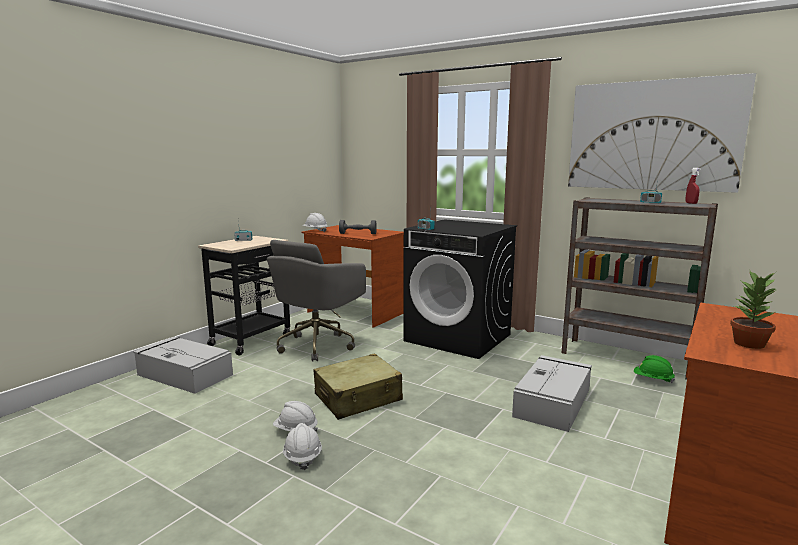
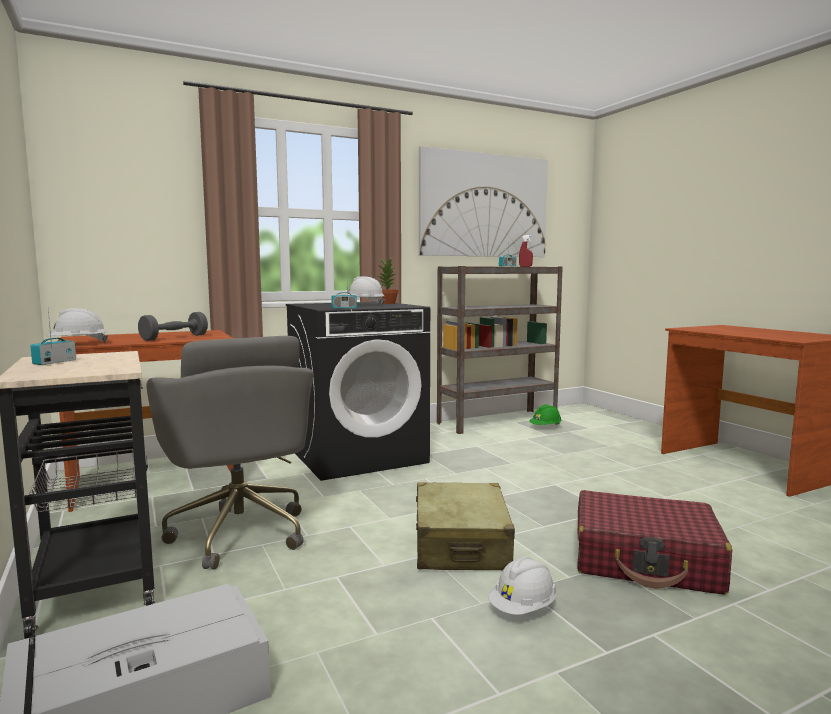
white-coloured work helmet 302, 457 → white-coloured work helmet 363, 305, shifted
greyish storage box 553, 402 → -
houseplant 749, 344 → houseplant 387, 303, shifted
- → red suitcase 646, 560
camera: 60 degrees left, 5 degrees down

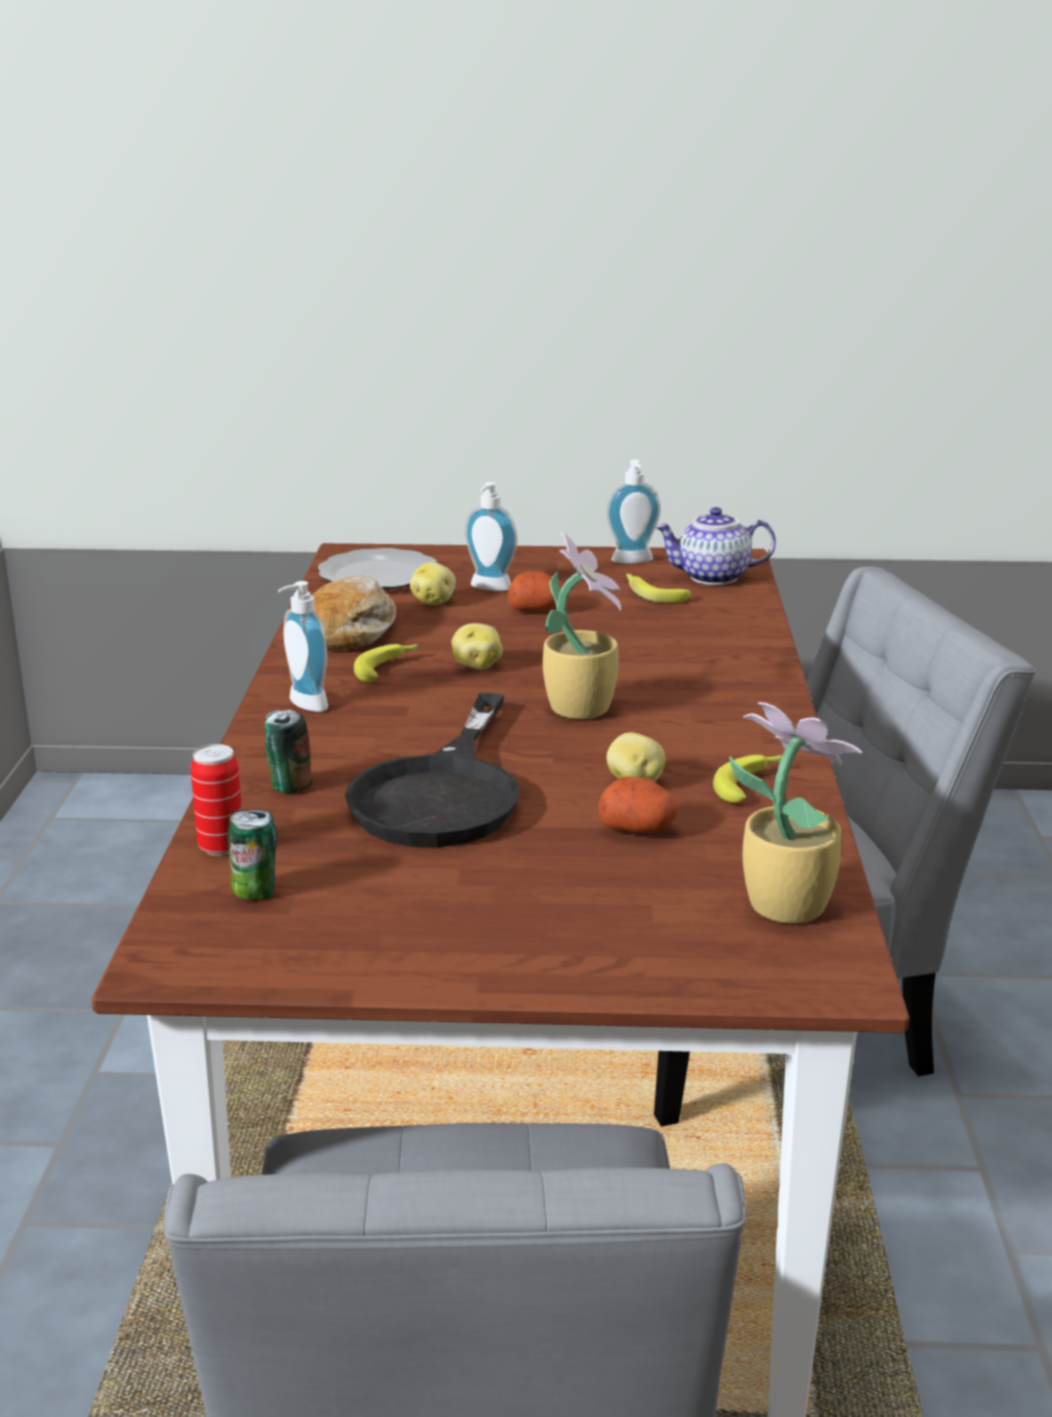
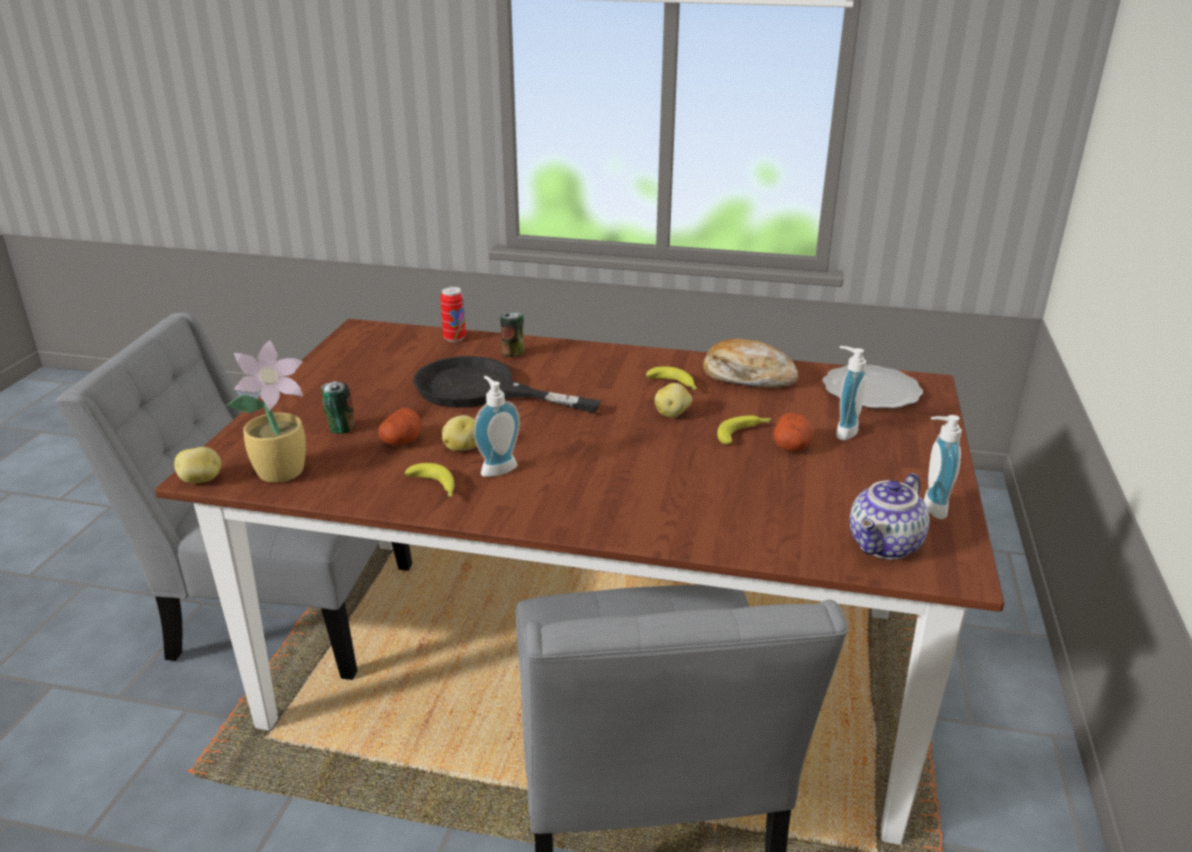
metal can 255, 892 → metal can 340, 429, shifted
soap bottle 303, 705 → soap bottle 496, 468, shifted
whole potato 434, 601 → whole potato 201, 480, shifted
houseplant 581, 707 → -
banana 652, 594 → banana 744, 434, shifted
pot for tea 712, 577 → pot for tea 886, 546, 150 degrees counterclockwise
camera: 100 degrees right, 5 degrees up

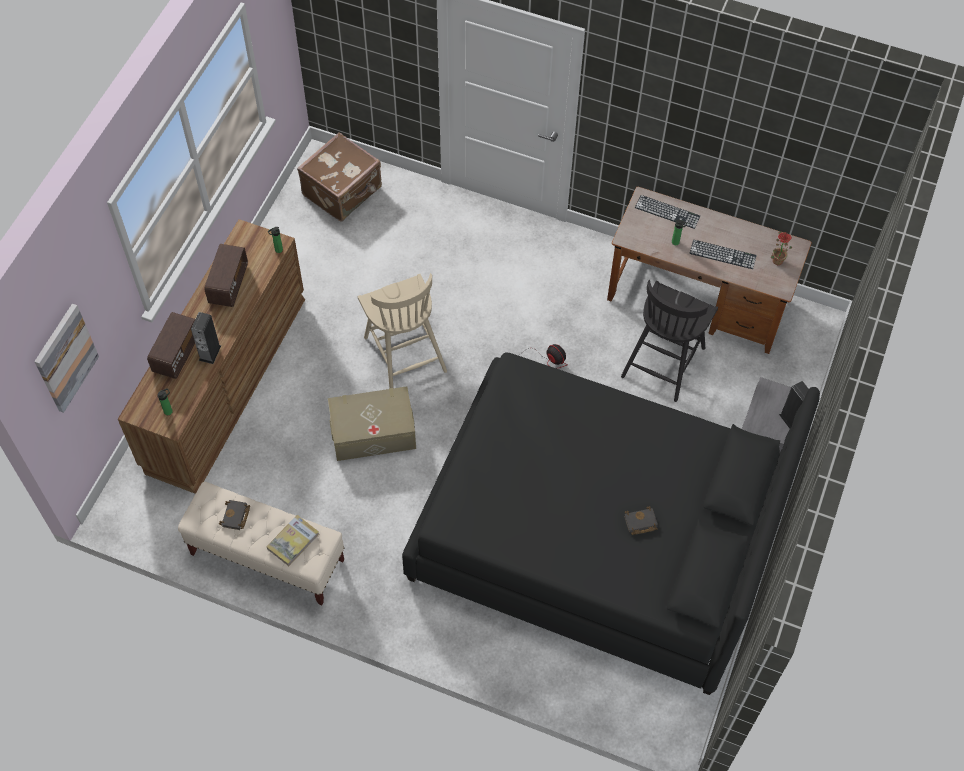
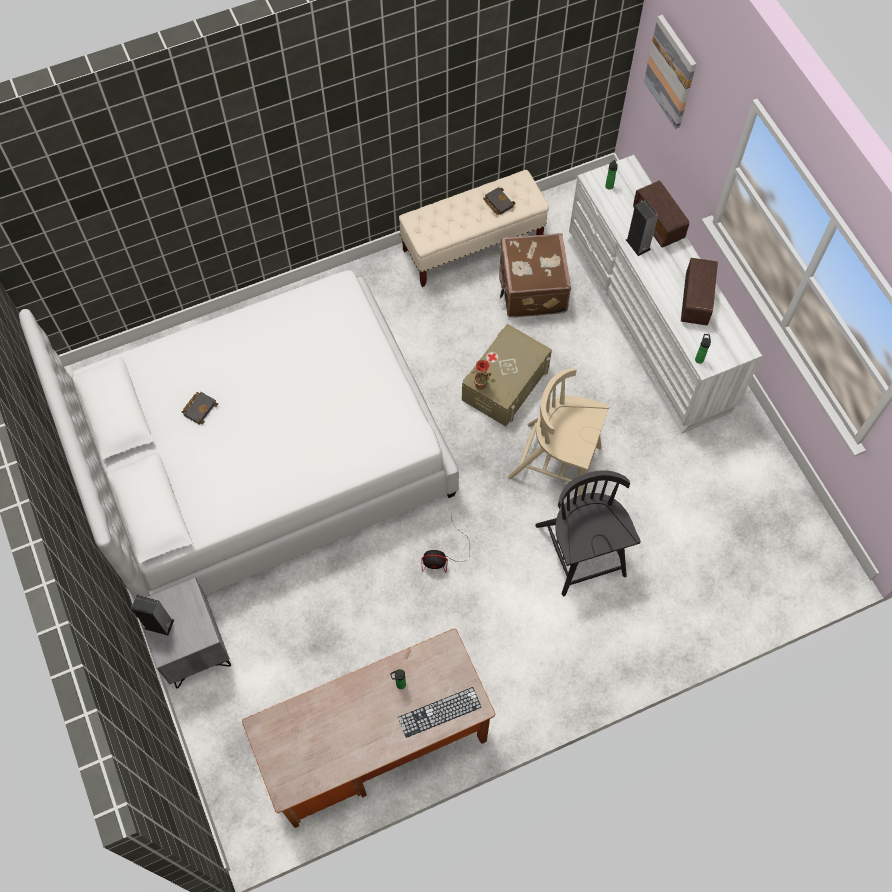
brown drawer chest 225, 383 → white-coloured drawer chest 649, 322
radio set 228, 284 → radio set 695, 301, 135 degrees counterclockwise
book 293, 541 → -
brown suitcase 343, 192 → brown suitcase 531, 289, shifted
blackish sleeping bed 596, 535 → white-coloured sleeping bed 265, 456
blackish chair 664, 360 → blackish chair 581, 552, shifted
computer keyboard 722, 254 → -
houseplant 776, 259 → houseplant 483, 385, shifted
camera: 135 degrees right, 5 degrees up

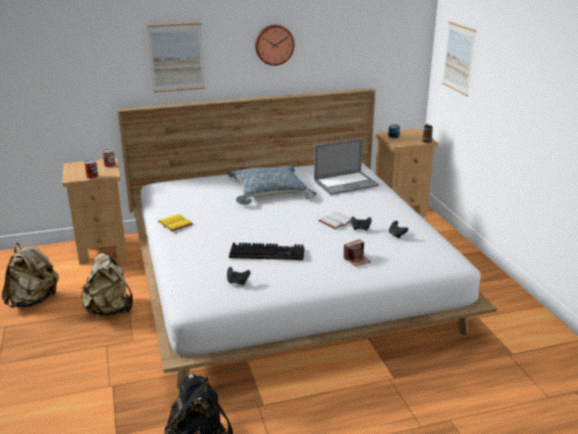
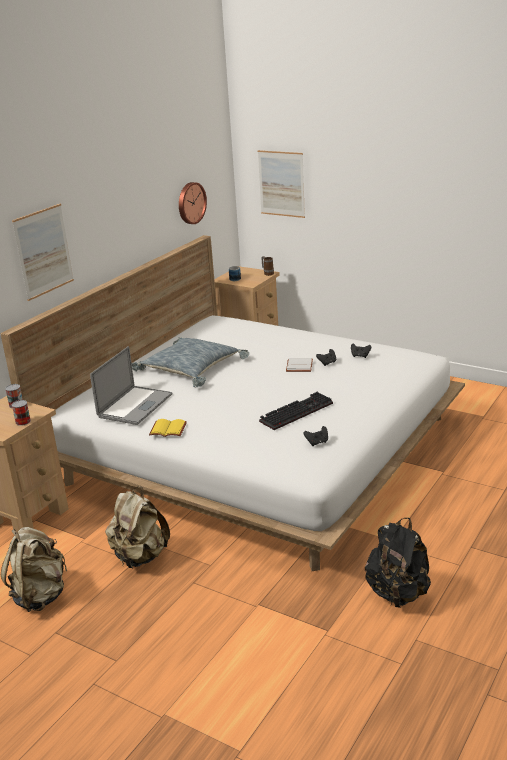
wall clock 274, 44 → wall clock 190, 203, shifted
portable computer 345, 183 → portable computer 135, 405, shifted
still camera 357, 260 → -
camera: 40 degrees left, 0 degrees up

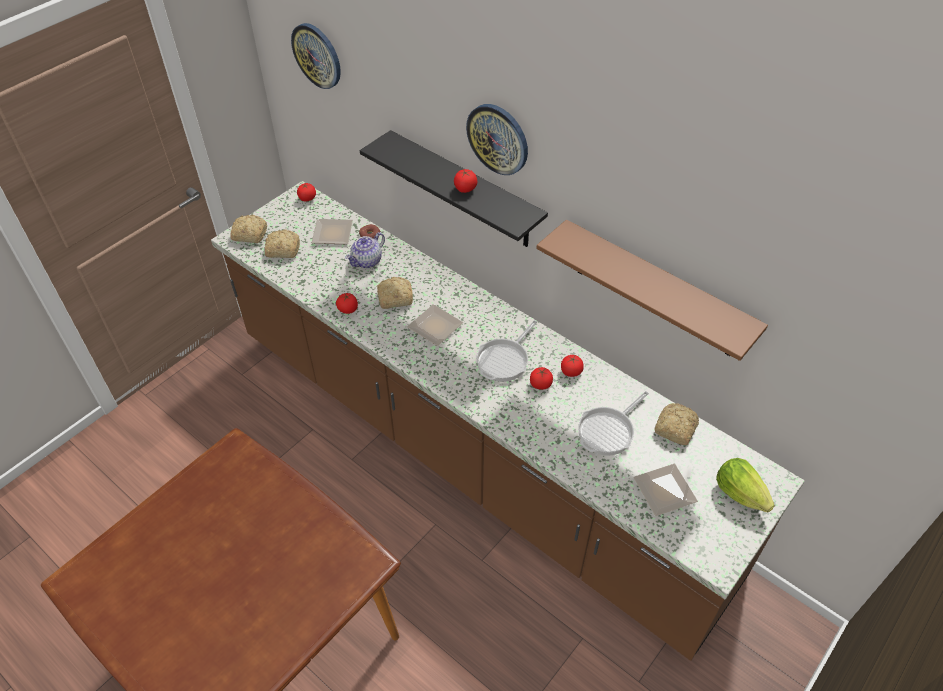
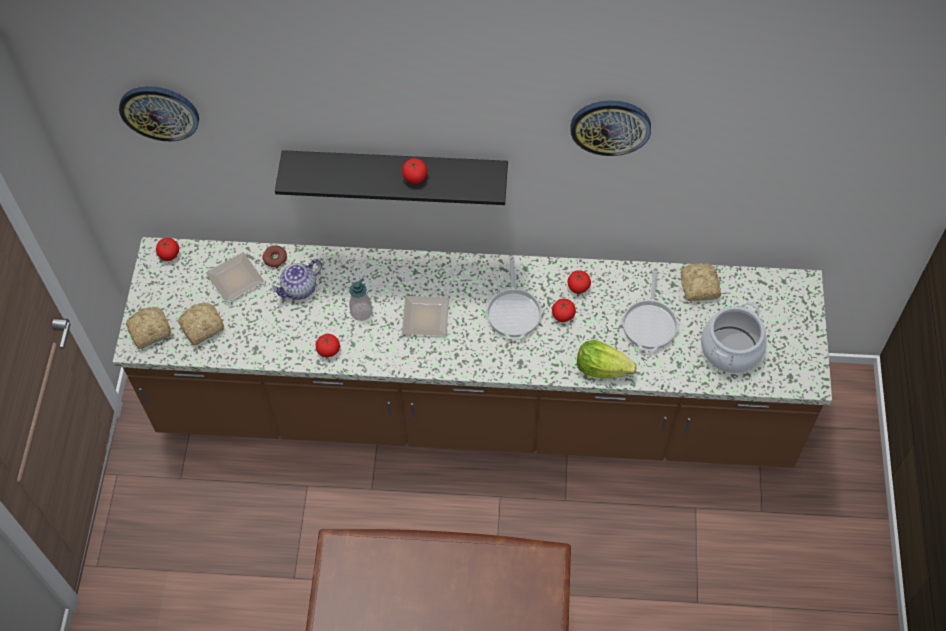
pot for tea 367, 261 → pot for tea 299, 289, 45 degrees clockwise
bread 394, 298 → soap bottle 361, 312
wall clock 498, 139 → wall clock 610, 126, shifted
brown bracket shelf 656, 290 → -
flat dish 663, 493 → saucepot 731, 349
head of lettuce 740, 493 → head of lettuce 601, 368, shifted
camera: 35 degrees left, 10 degrees up

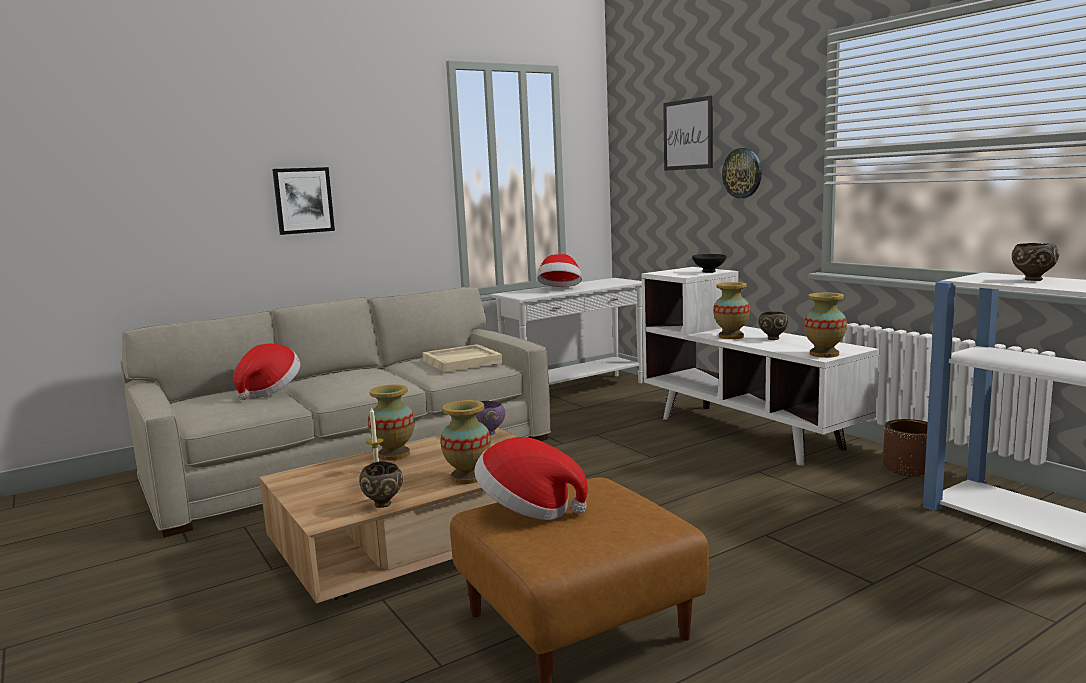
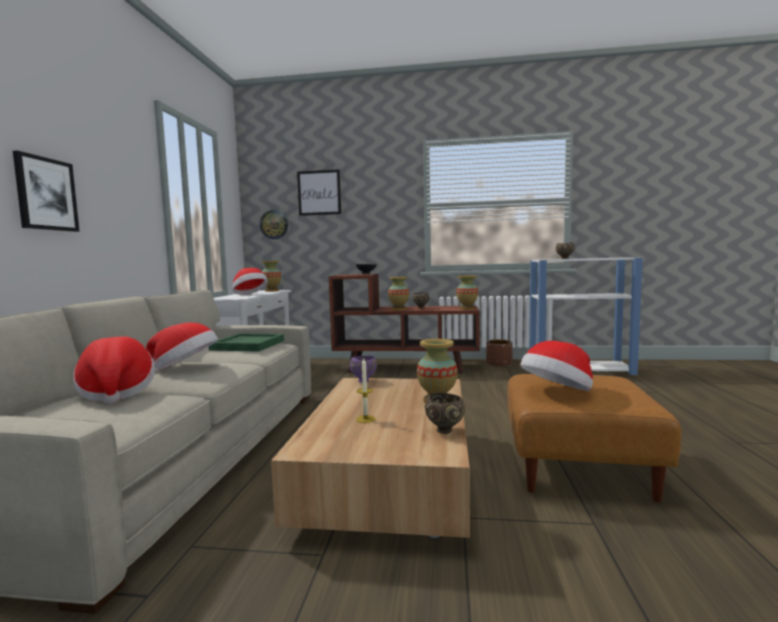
vase 394, 455 → vase 271, 291, shifted
beige-coloured tray 462, 361 → green tray 248, 345
white-coloured media console 750, 433 → brown media console 407, 367
wall clock 742, 173 → wall clock 274, 224, shifted
- → hat 185, 368
camera: 50 degrees left, 5 degrees down

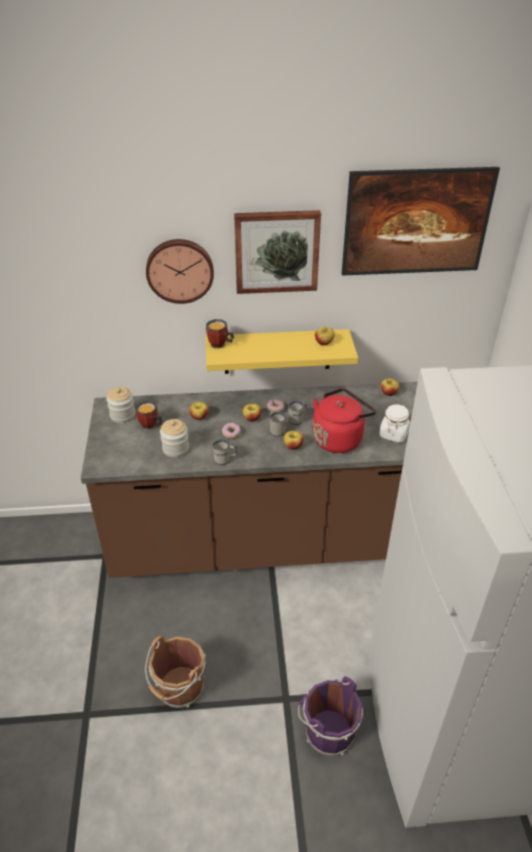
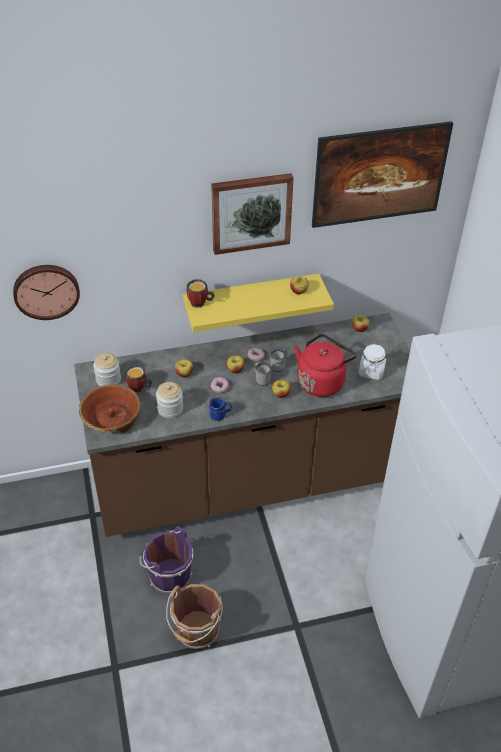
wall clock 180, 270 → wall clock 46, 290, shifted
white-coloured coffee mug 225, 460 → bluish coffee mug 220, 415
purple-coloured bucket 327, 731 → purple-coloured bucket 168, 576, shifted
- → deep dish 111, 418
camera: 10 degrees left, 5 degrees up

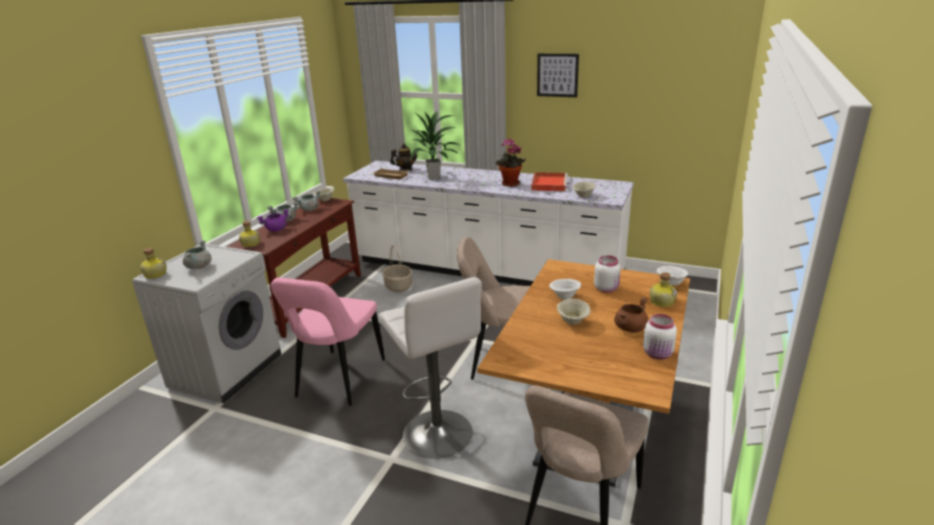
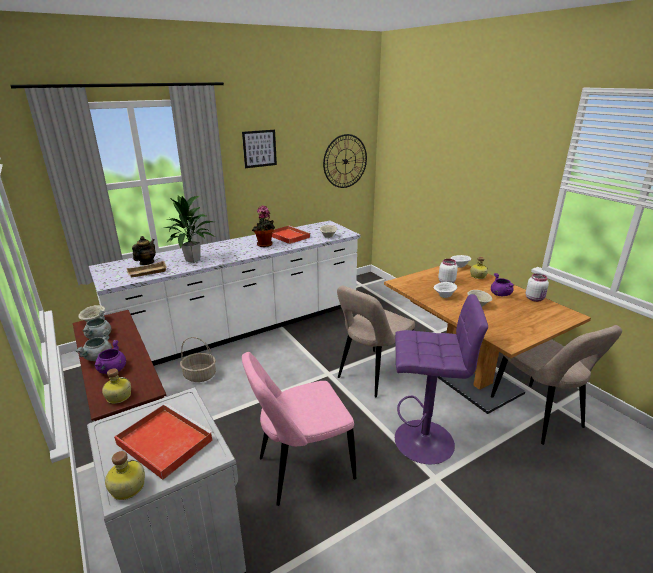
greyish saucepot 199, 266 → red tray 163, 441
pink chair 338, 380 → pink chair 301, 469, 105 degrees clockwise
white-coloured stool 437, 434 → purple-coloured stool 425, 442
brown saucepot 630, 328 → purple-coloured saucepot 500, 294
- → wall clock 345, 161
camera: 55 degrees left, 0 degrees up

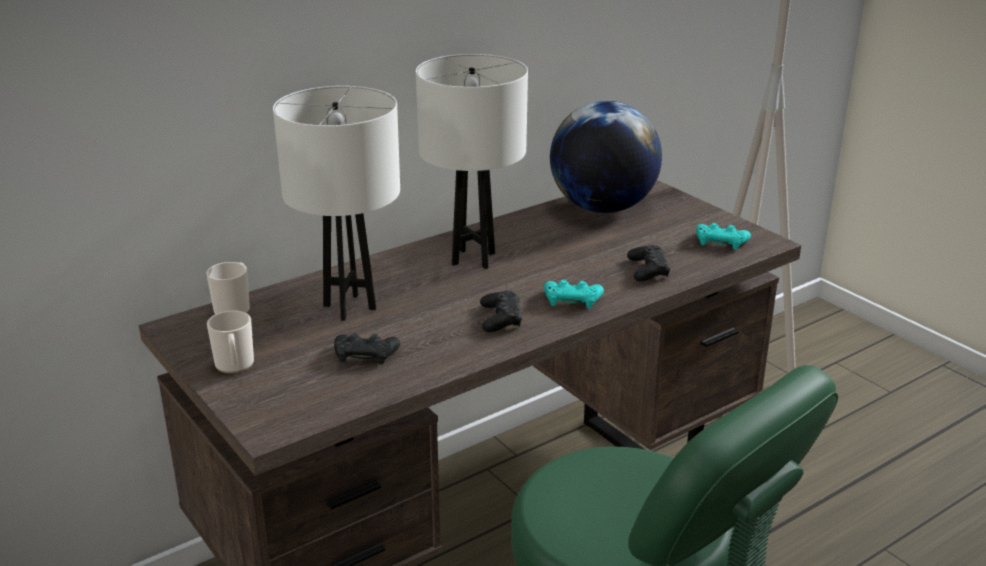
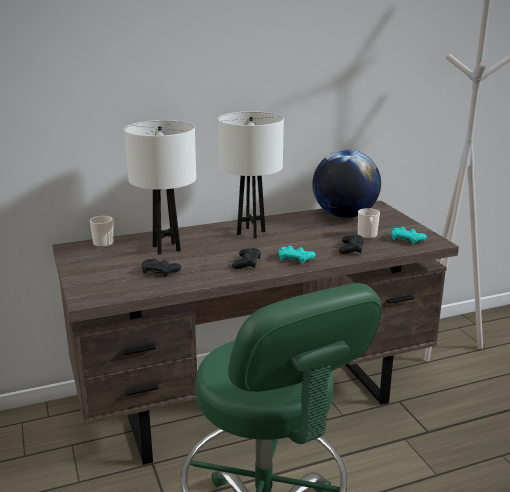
coffee mug 234, 366 → coffee mug 367, 236, shifted
camera: 15 degrees right, 5 degrees down

